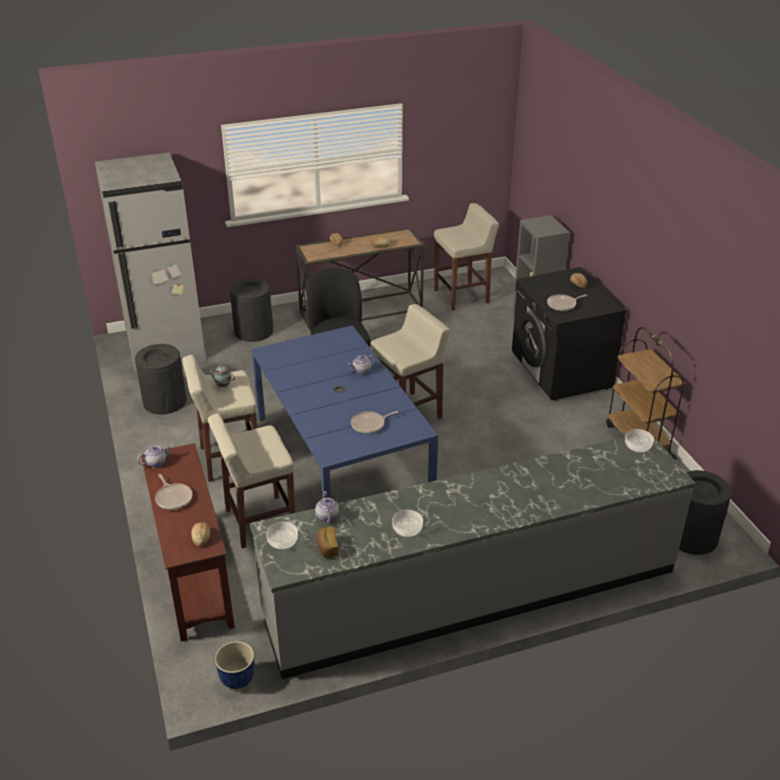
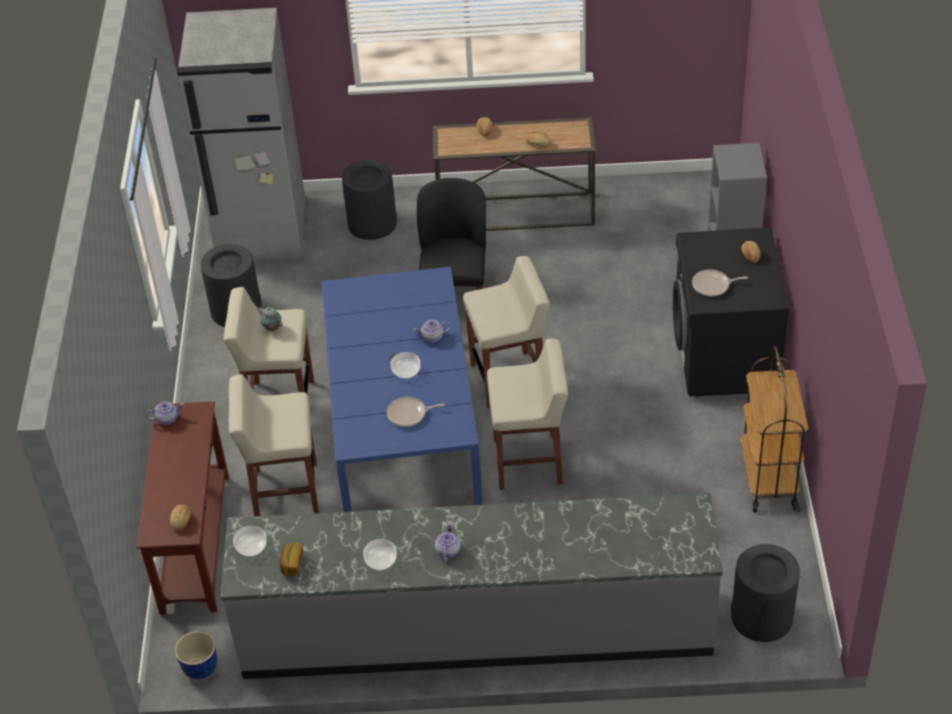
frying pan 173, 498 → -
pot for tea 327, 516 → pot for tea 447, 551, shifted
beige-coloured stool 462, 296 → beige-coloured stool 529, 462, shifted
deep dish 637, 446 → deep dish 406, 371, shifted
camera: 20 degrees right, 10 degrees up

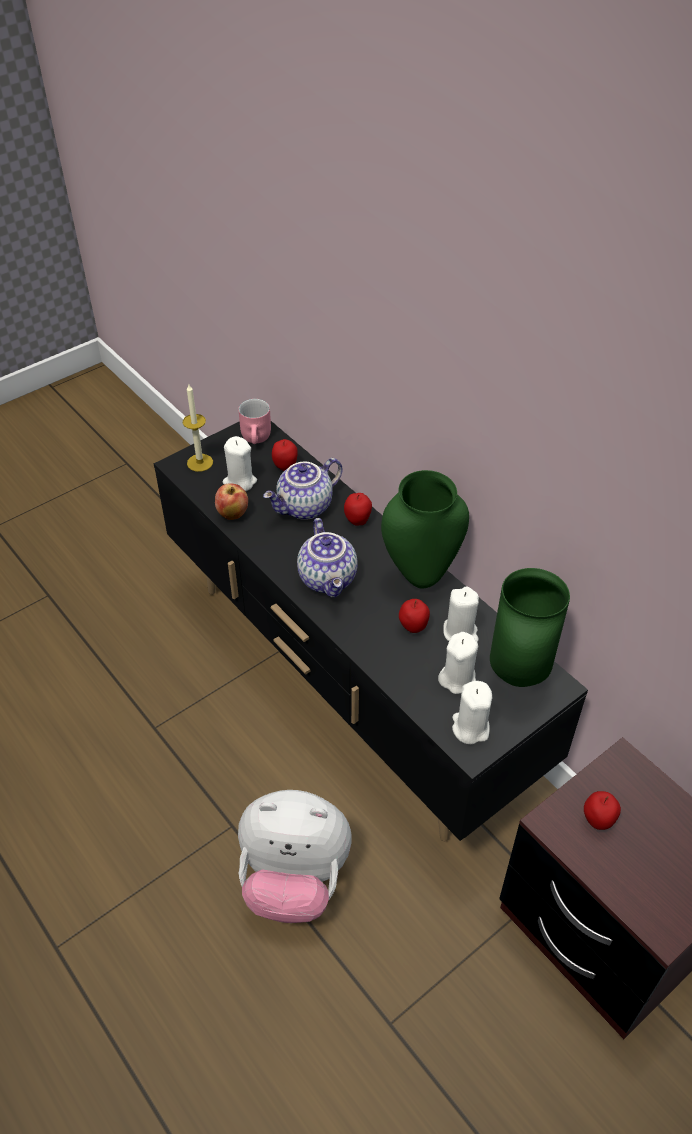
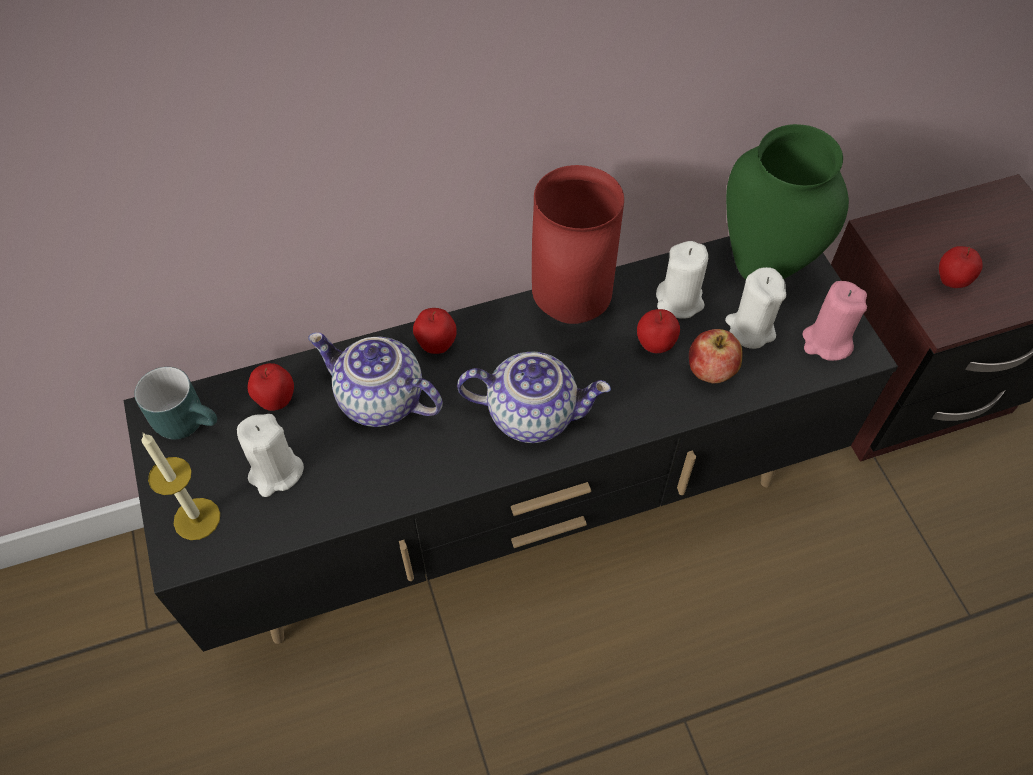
whole apple 232, 514 → whole apple 710, 372, shifted
pink coffee mug 258, 438 → turquoise-coloured coffee mug 189, 419
cuddly toy 294, 879 → -
pot for tea 305, 508 → pot for tea 379, 401, 135 degrees clockwise
green vase 420, 577 → red vase 572, 310
white-coloured wax light 470, 727 → pink wax light 826, 342
camera: 70 degrees left, 10 degrees up

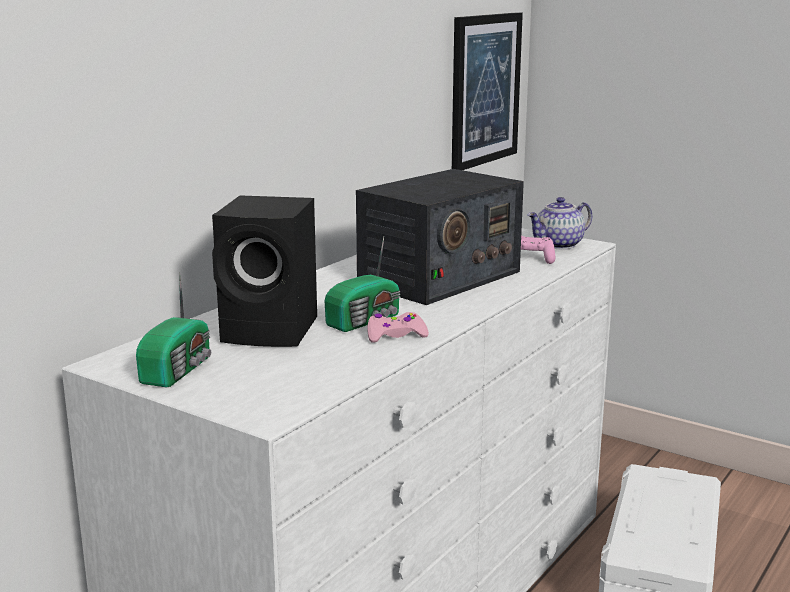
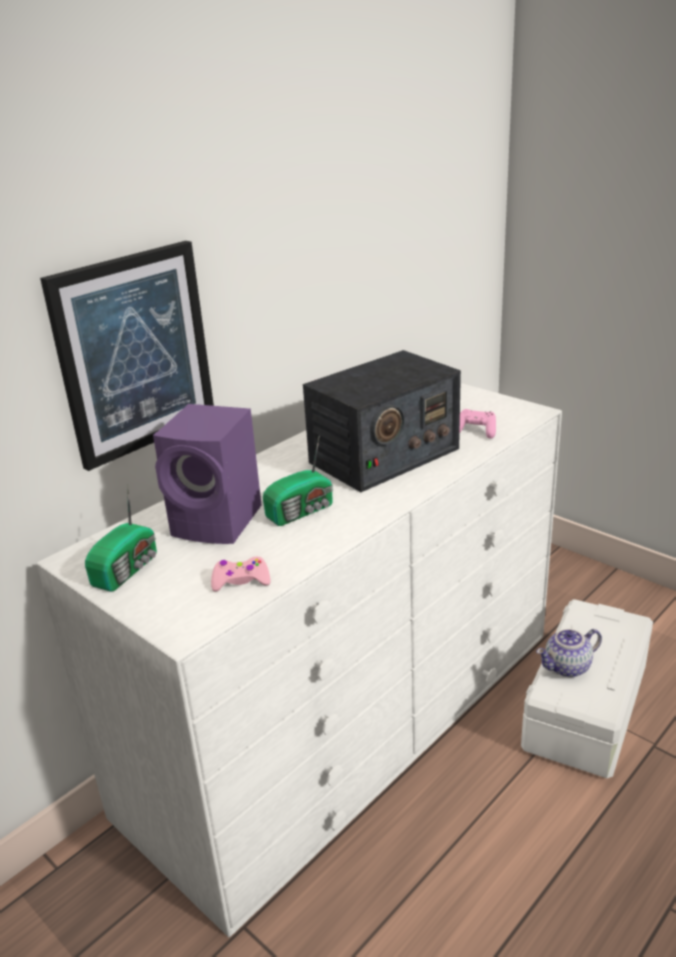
blackish audio speaker 273, 331 → purple-coloured audio speaker 219, 522
pink joypad 395, 335 → pink joypad 241, 580, shifted
wall picture 484, 89 → wall picture 134, 353, shifted
pot for tea 559, 245 → pot for tea 567, 668, shifted
camera: 10 degrees right, 10 degrees up

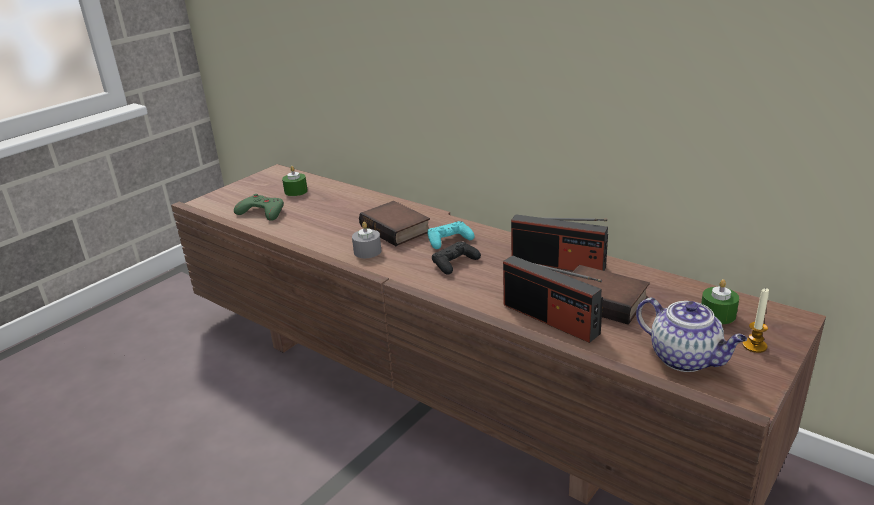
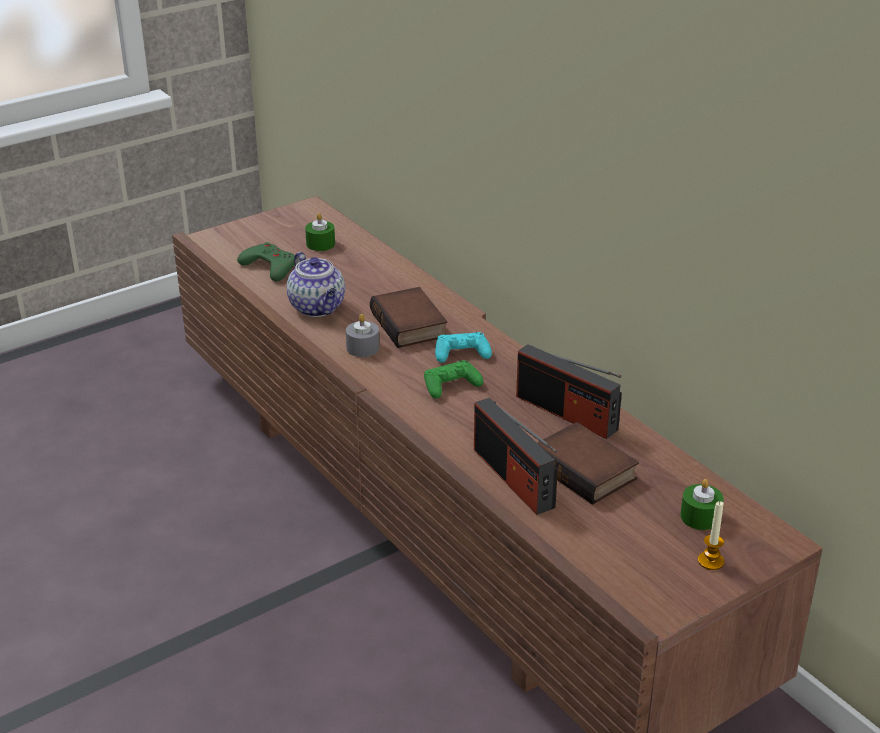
blackish joypad 454, 263 → green joypad 451, 385
pot for tea 686, 359 → pot for tea 318, 308, shifted
camera: 15 degrees right, 5 degrees up

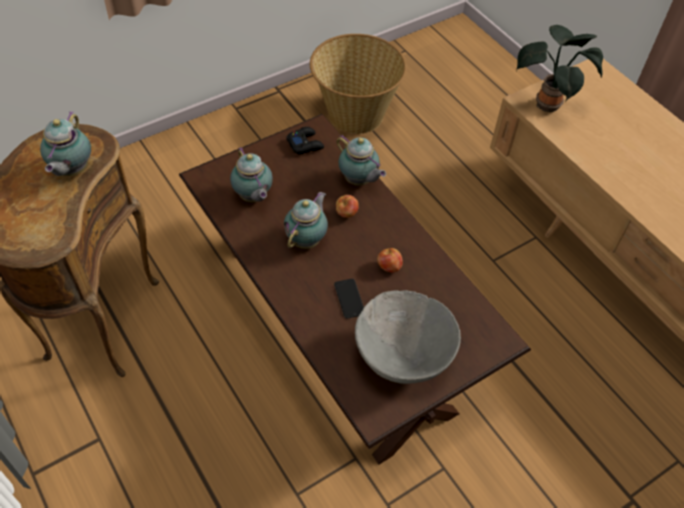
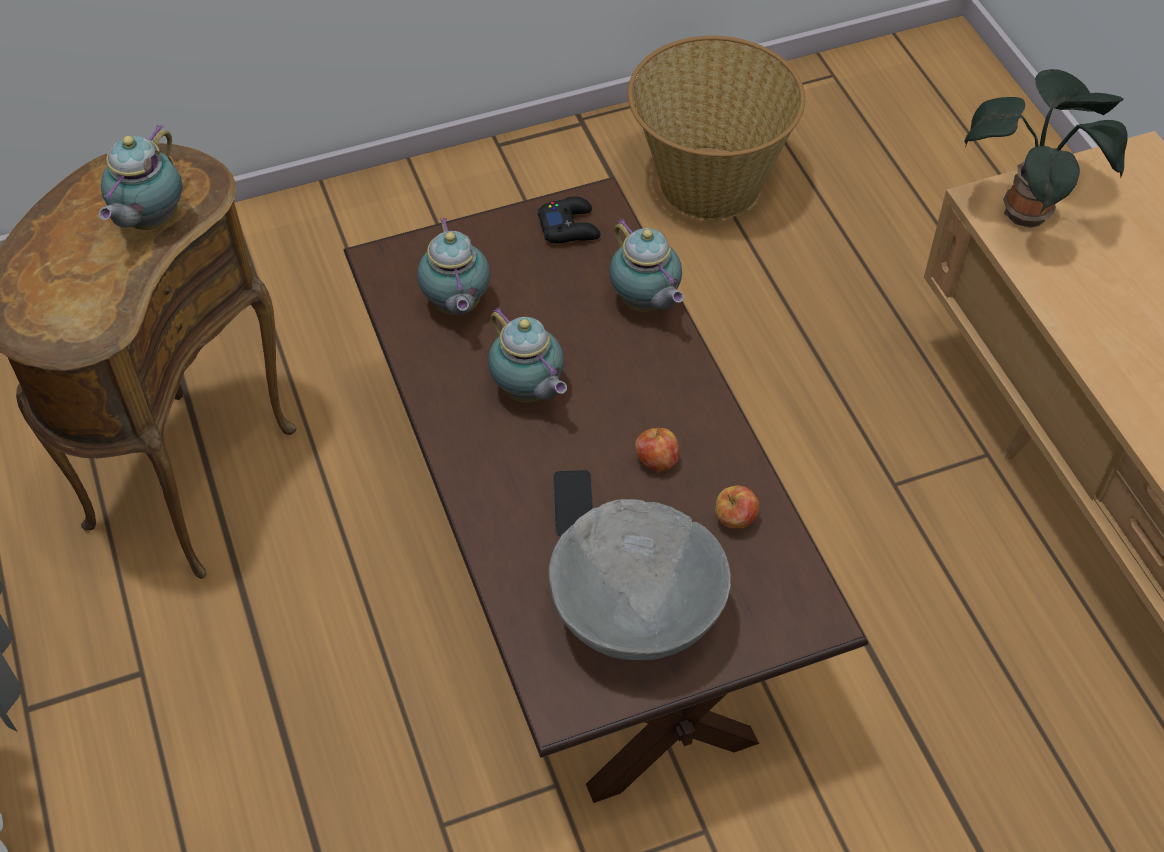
pot for tea 307, 239 → pot for tea 528, 392, 105 degrees clockwise
whole apple 346, 214 → whole apple 735, 520, shifted
camera: 15 degrees right, 0 degrees up

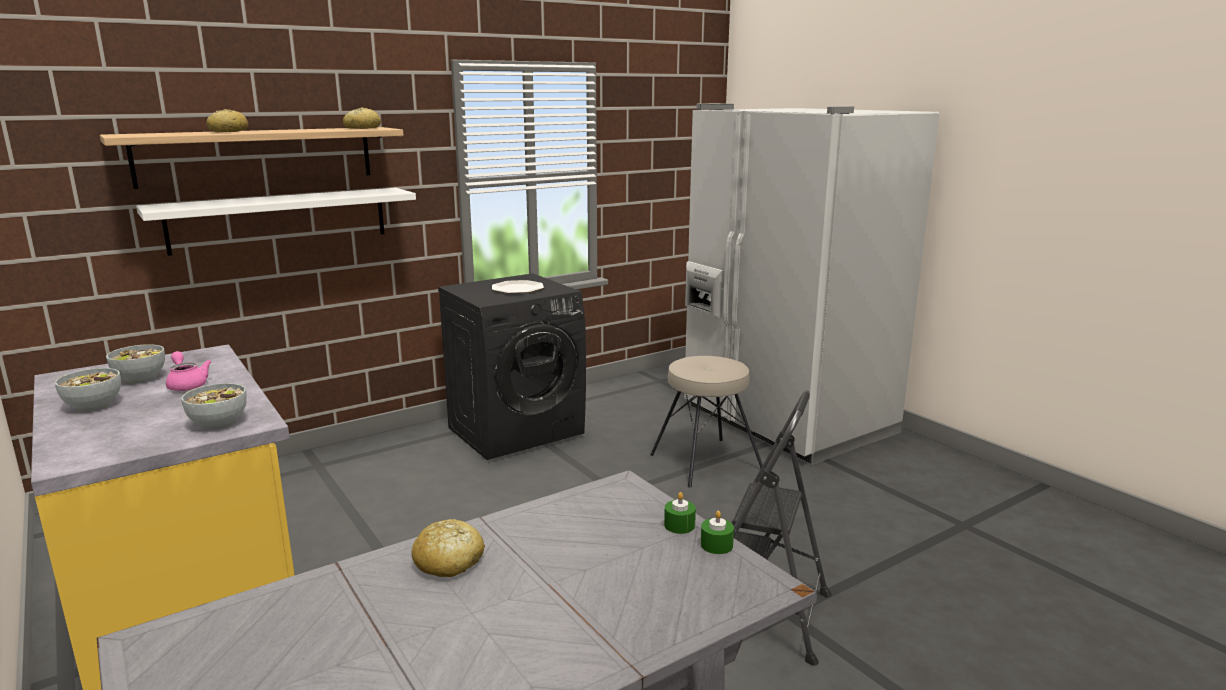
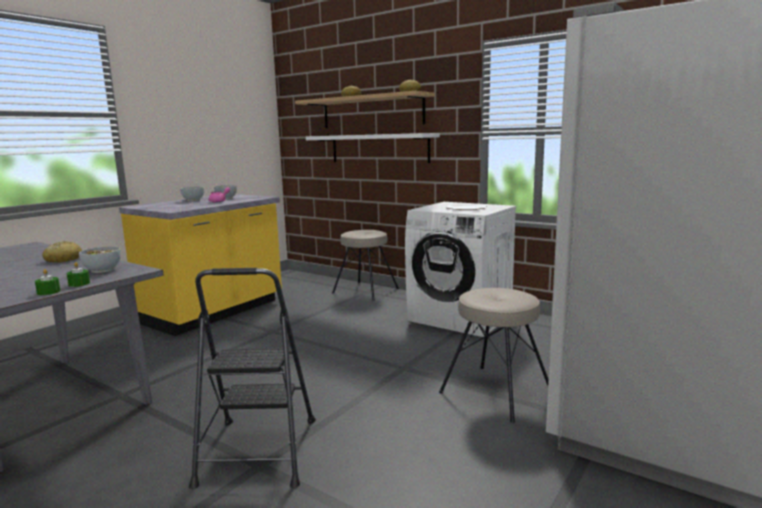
deep dish 219, 423 → deep dish 102, 270, shifted
blackish laundry machine 516, 433 → white-coloured laundry machine 460, 320
- → beige-coloured stool 365, 291
camera: 70 degrees right, 5 degrees down

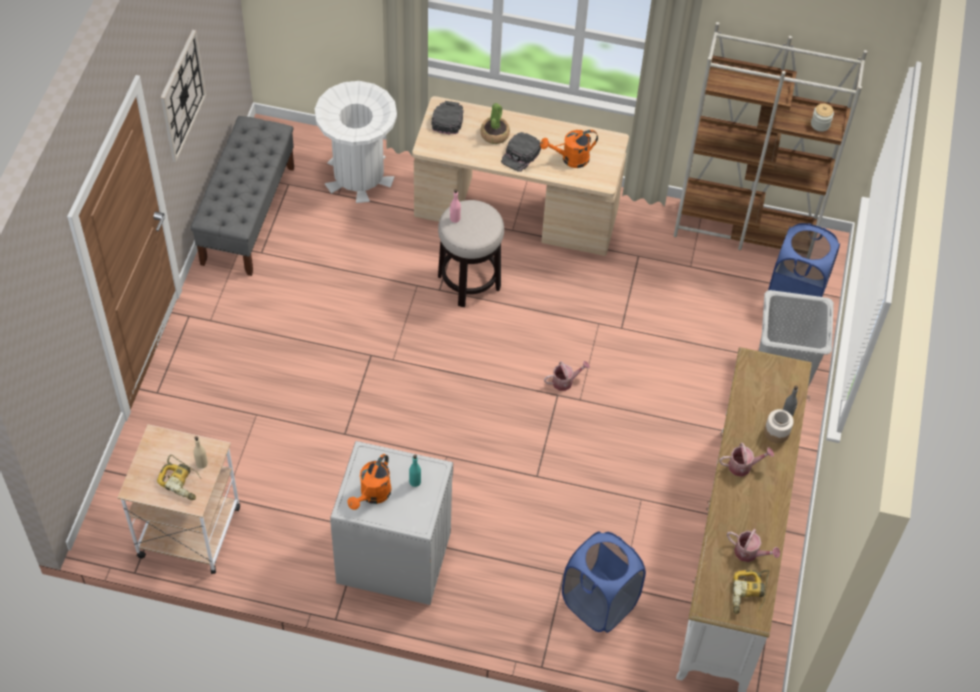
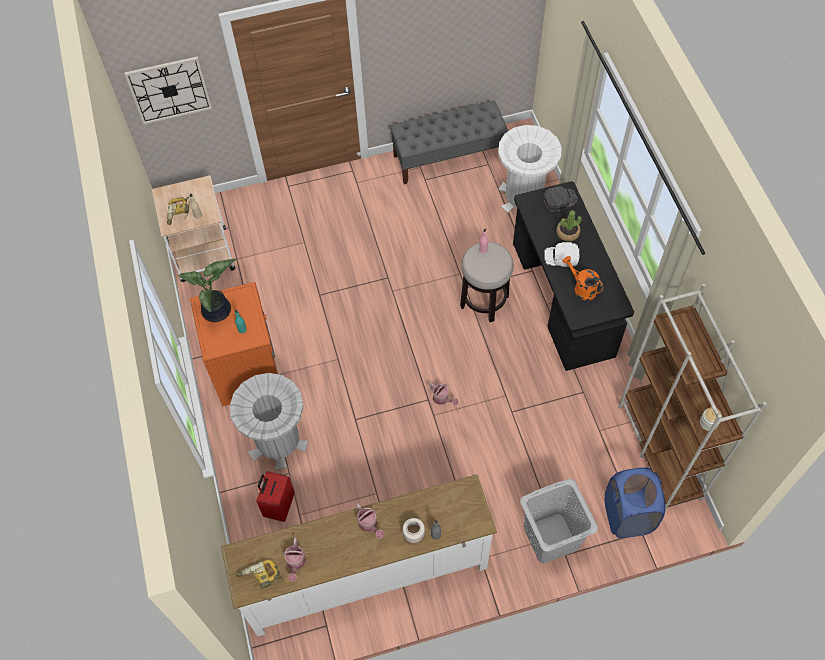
wall clock 182, 96 → wall clock 169, 90, shifted
white-coloured laundry machine 394, 555 → orangey laundry machine 247, 368
orangey watering pot 372, 495 → houseplant 218, 312
beige-coloured desk table 516, 213 → blackish desk table 562, 299
blackish peaked cap 520, 155 → white-coloured peaked cap 561, 257
bluish laundry basket 598, 603 → red suitcase 279, 506
- → greyish rubbish bin 278, 441
camera: 65 degrees right, 5 degrees up

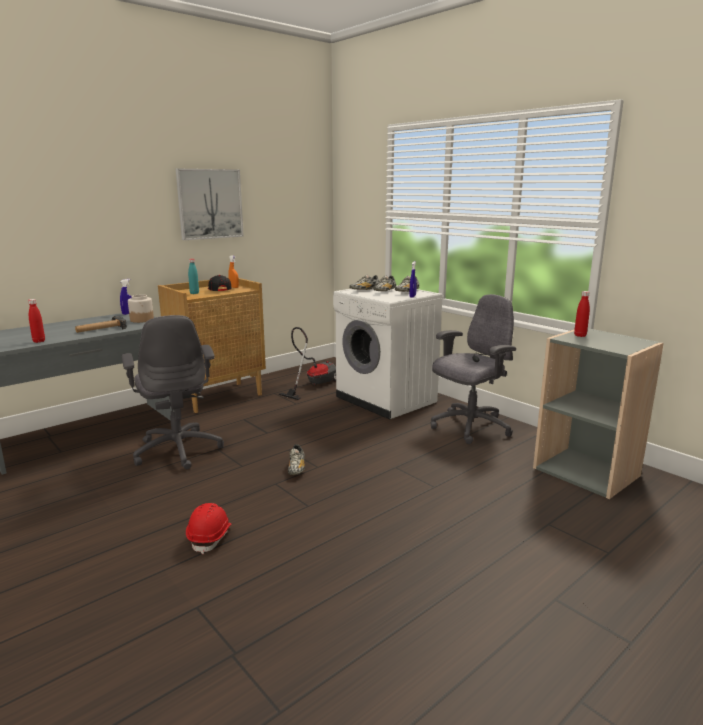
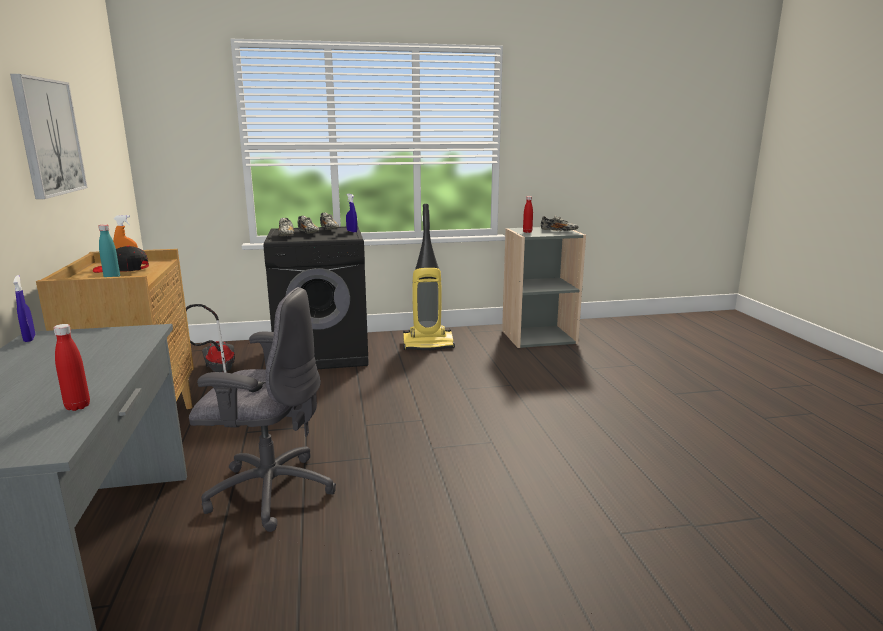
tool hammer 101, 329 → -
jar 142, 320 → -
red work helmet 210, 537 → -
item of footwear 296, 468 → item of footwear 559, 231, shifted
white-coloured laundry machine 384, 400 → blackish laundry machine 322, 356
greyish computer chair 469, 427 → vacuum cleaner 428, 344
camera: 60 degrees left, 0 degrees up

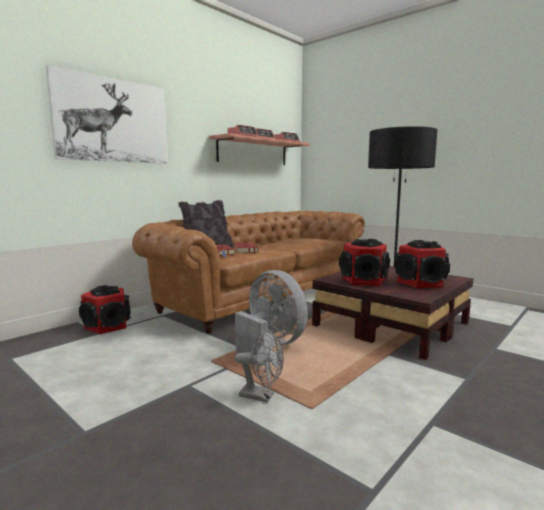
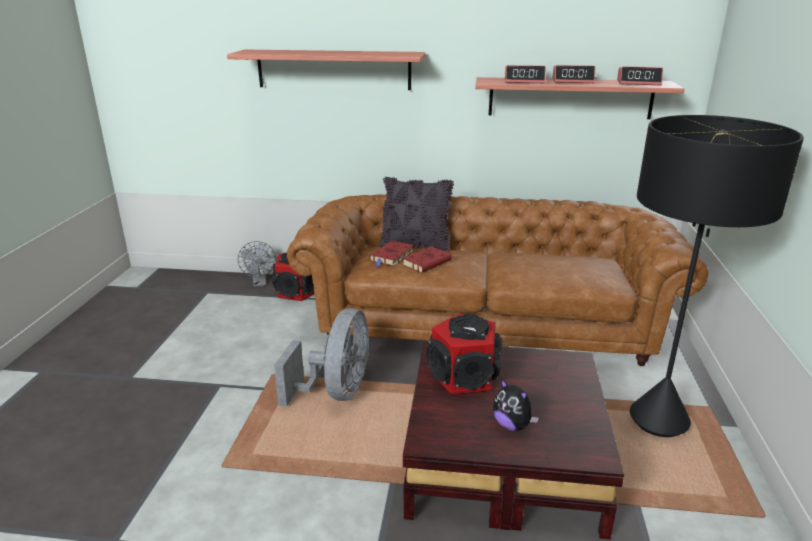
wall picture 113, 120 → bracket shelf 333, 69
greyish cooling fan 262, 396 → greyish cooling fan 260, 283, shifted
audio speaker 420, 283 → cuddly toy 512, 425
camera: 55 degrees right, 15 degrees up

